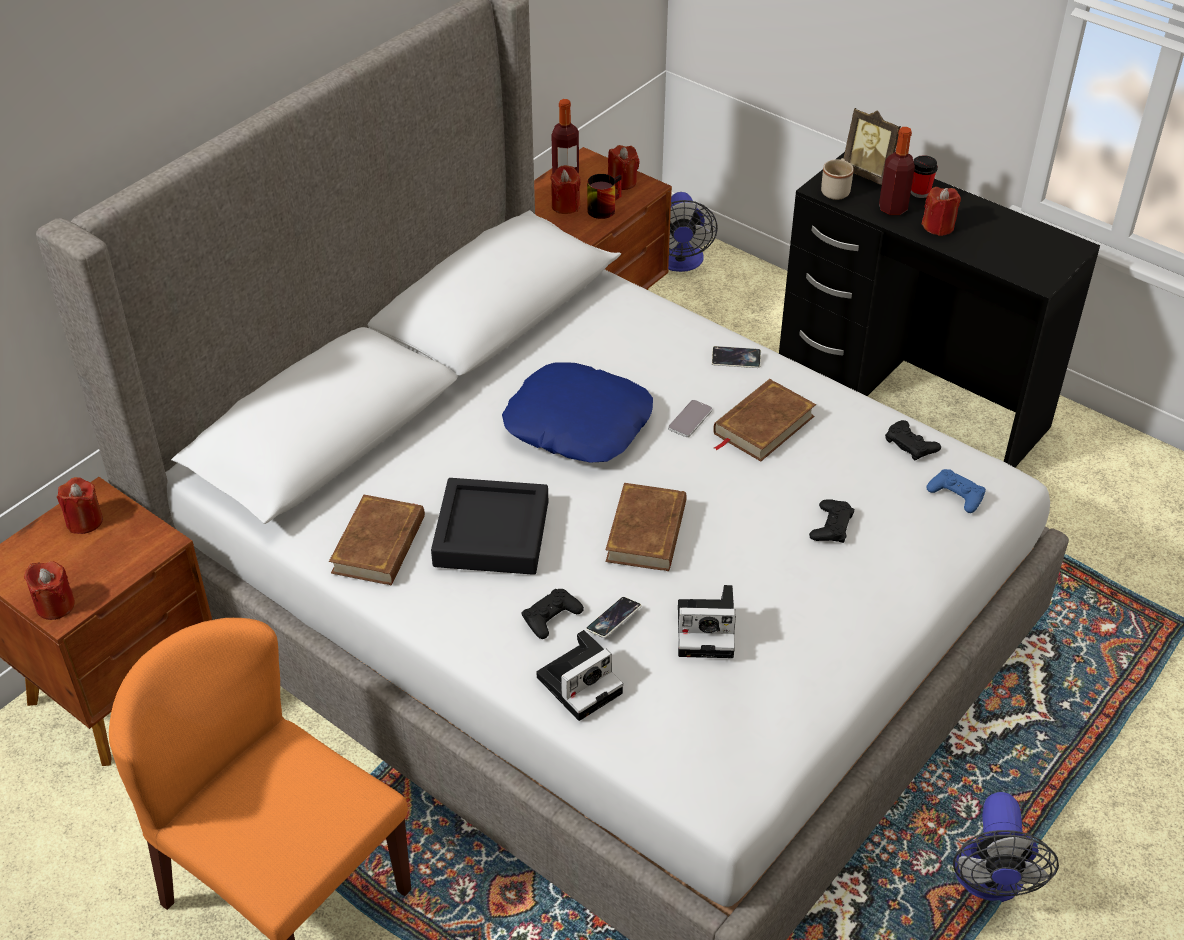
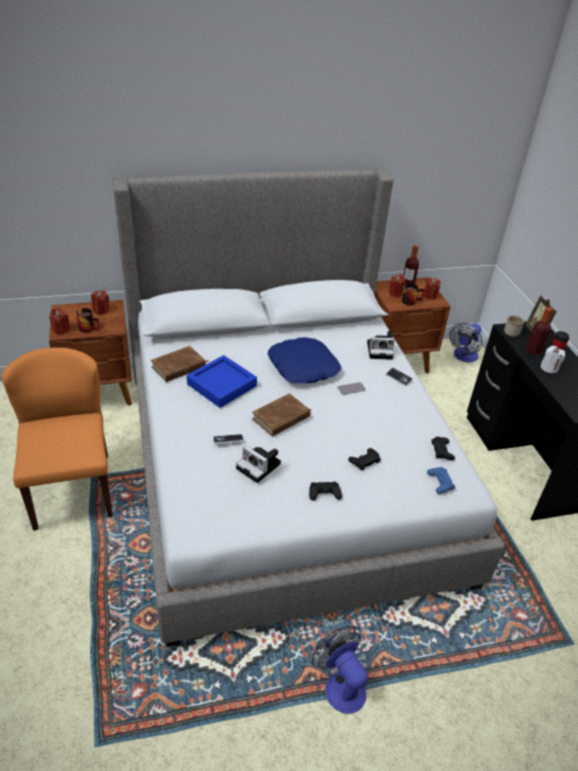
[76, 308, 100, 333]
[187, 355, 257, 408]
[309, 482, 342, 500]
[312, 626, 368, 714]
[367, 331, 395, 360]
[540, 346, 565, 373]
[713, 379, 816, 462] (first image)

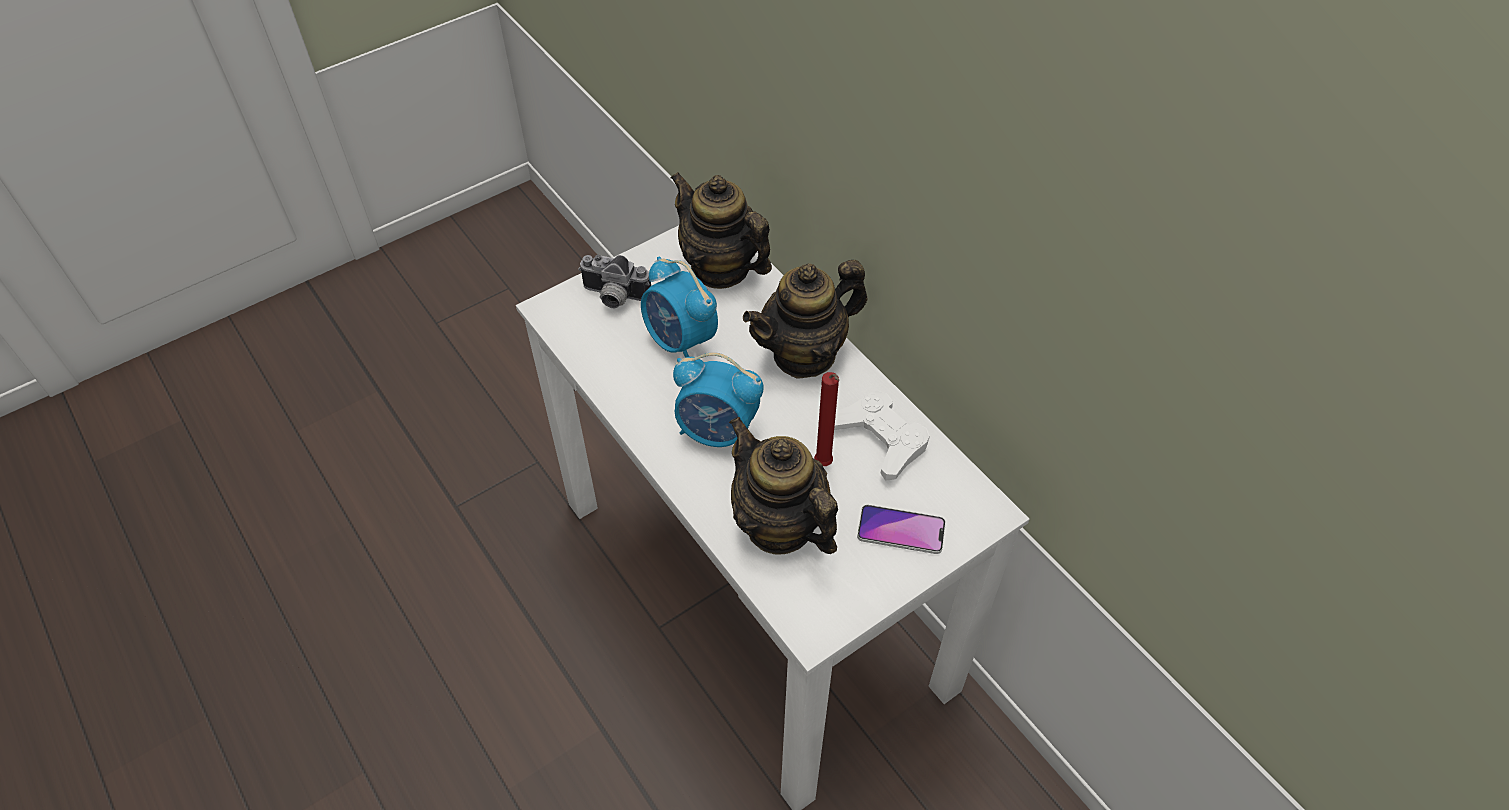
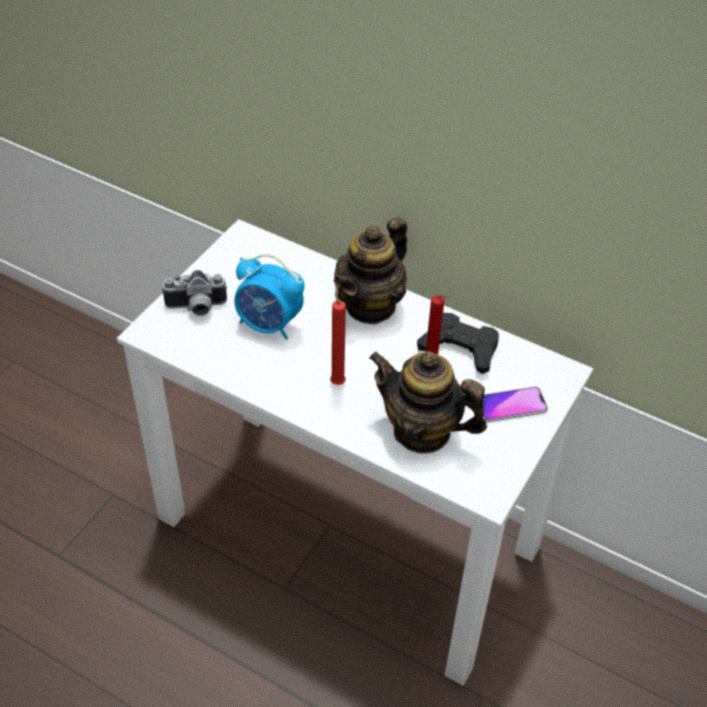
[330, 286, 346, 385]
[417, 313, 499, 374]
[670, 172, 772, 289] (first image)

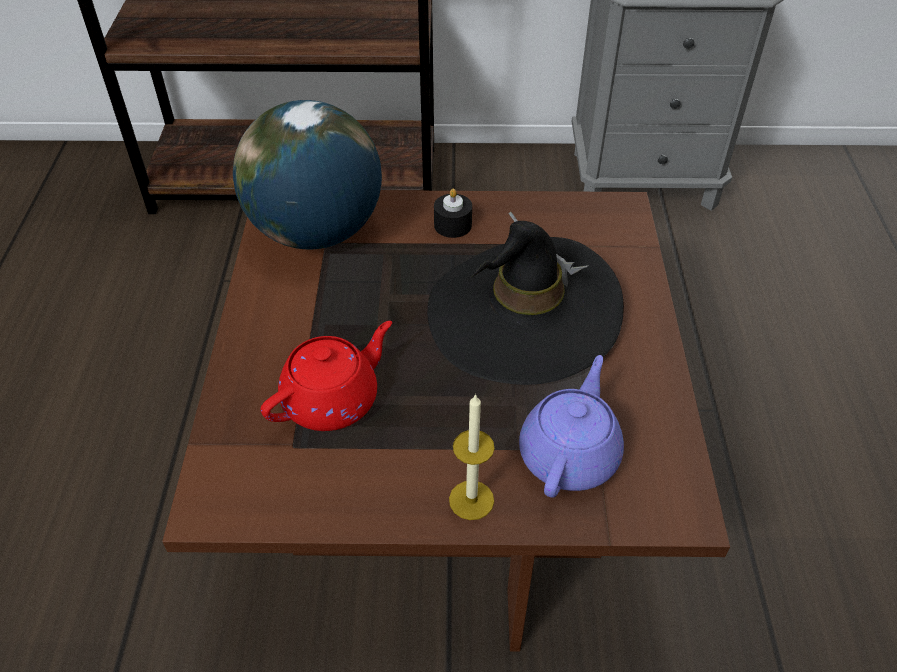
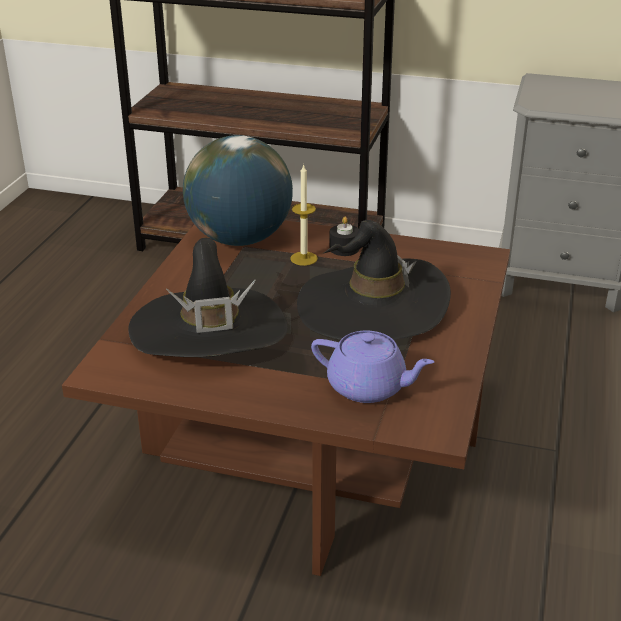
[128, 238, 288, 357]
[290, 164, 318, 266]
[311, 331, 434, 403]

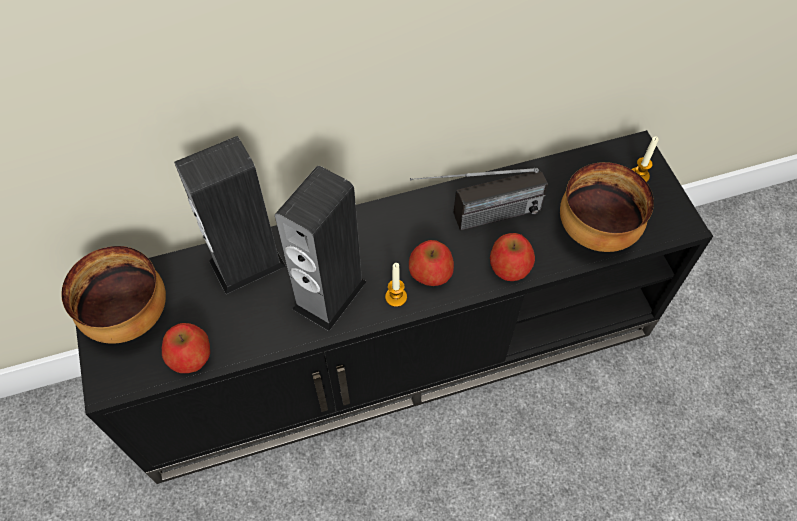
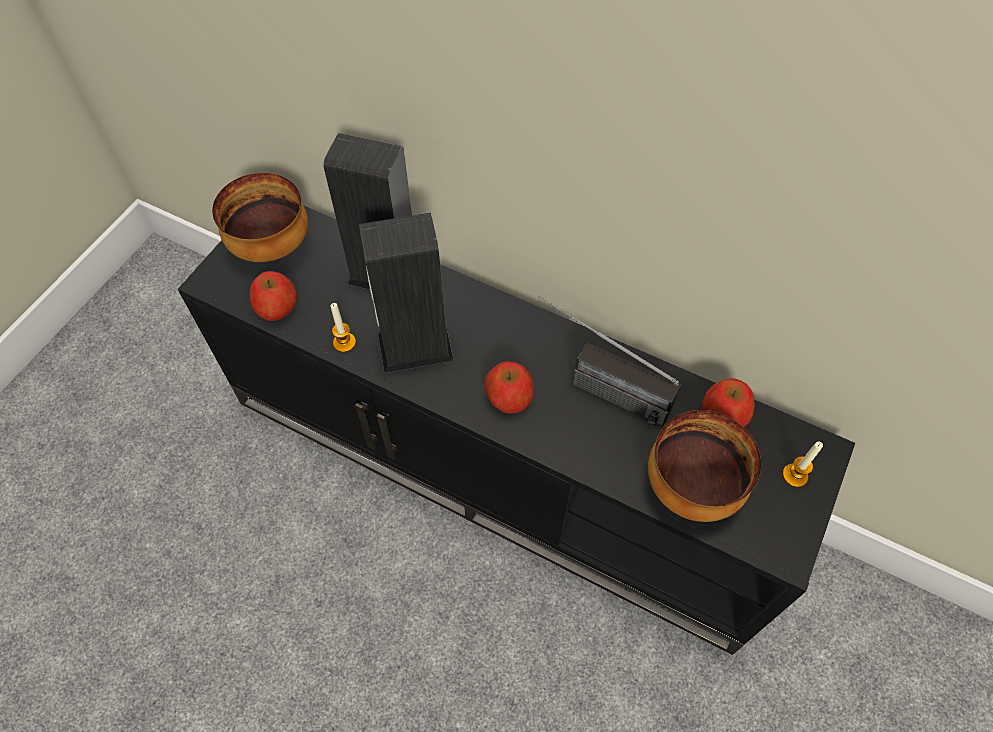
[331, 303, 356, 352]
[702, 378, 755, 427]

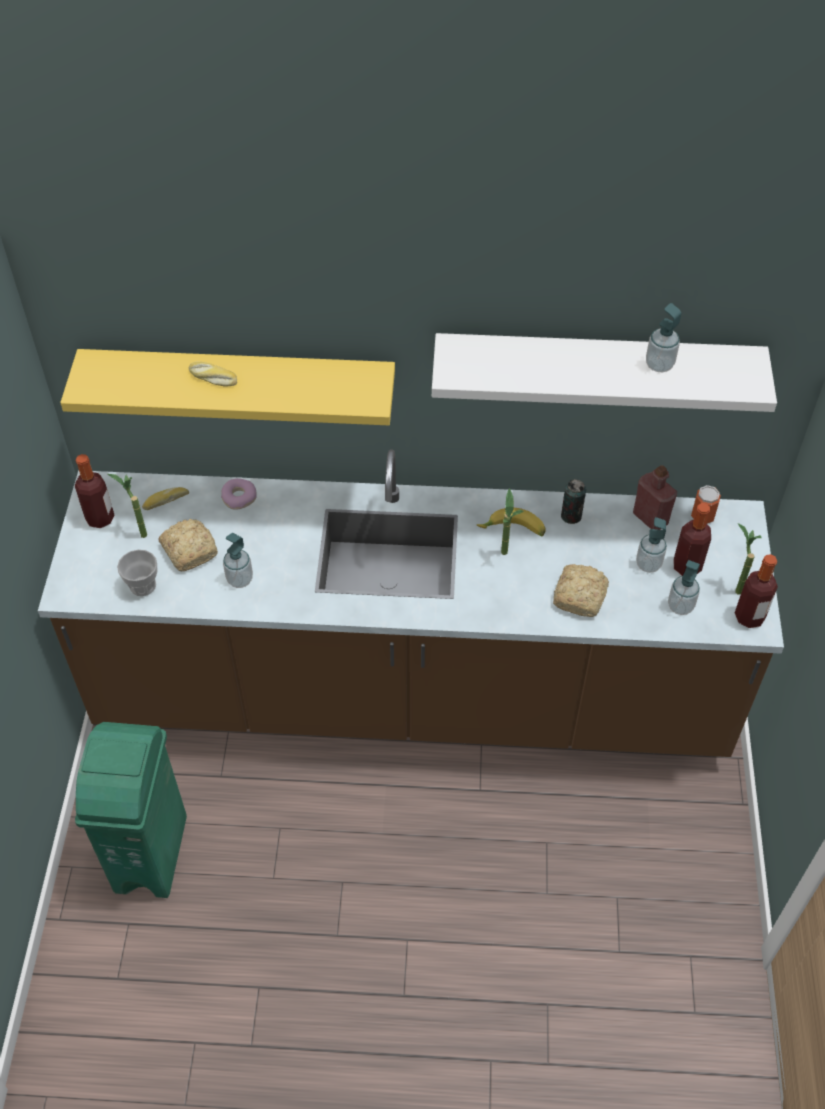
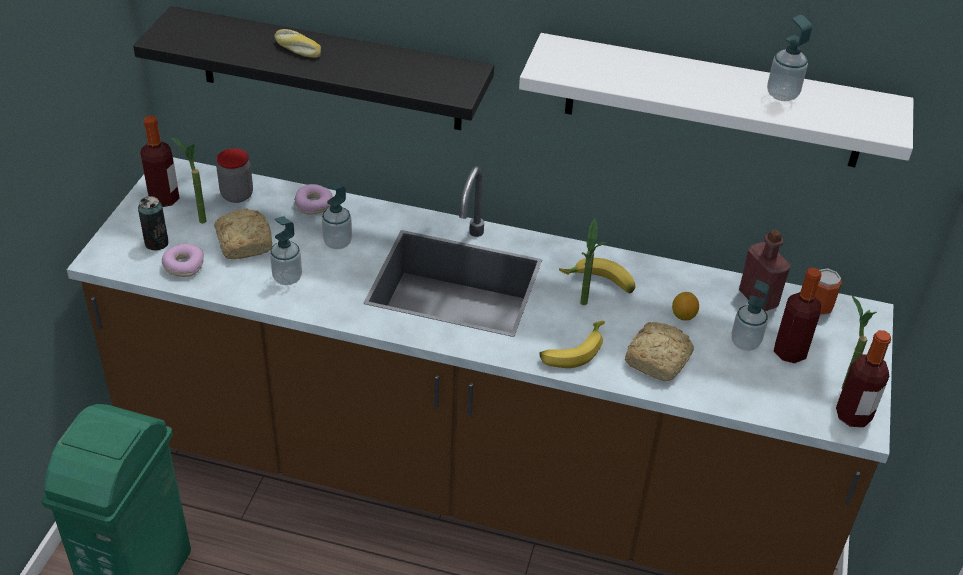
[133, 6, 494, 130]
[138, 196, 168, 251]
[162, 244, 204, 277]
[217, 148, 253, 203]
[322, 182, 352, 249]
[539, 321, 605, 368]
[672, 292, 699, 320]

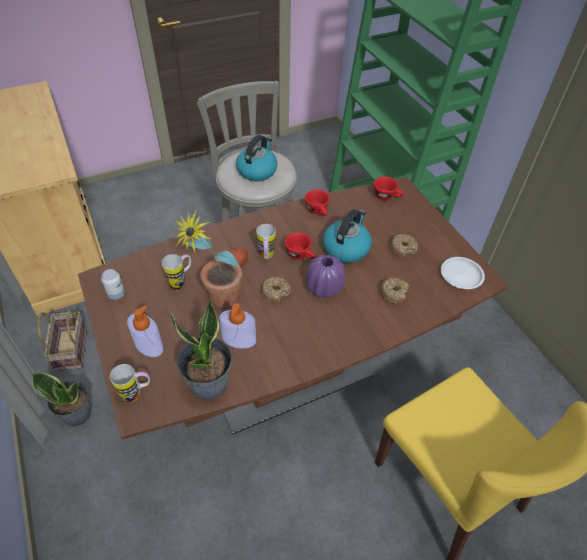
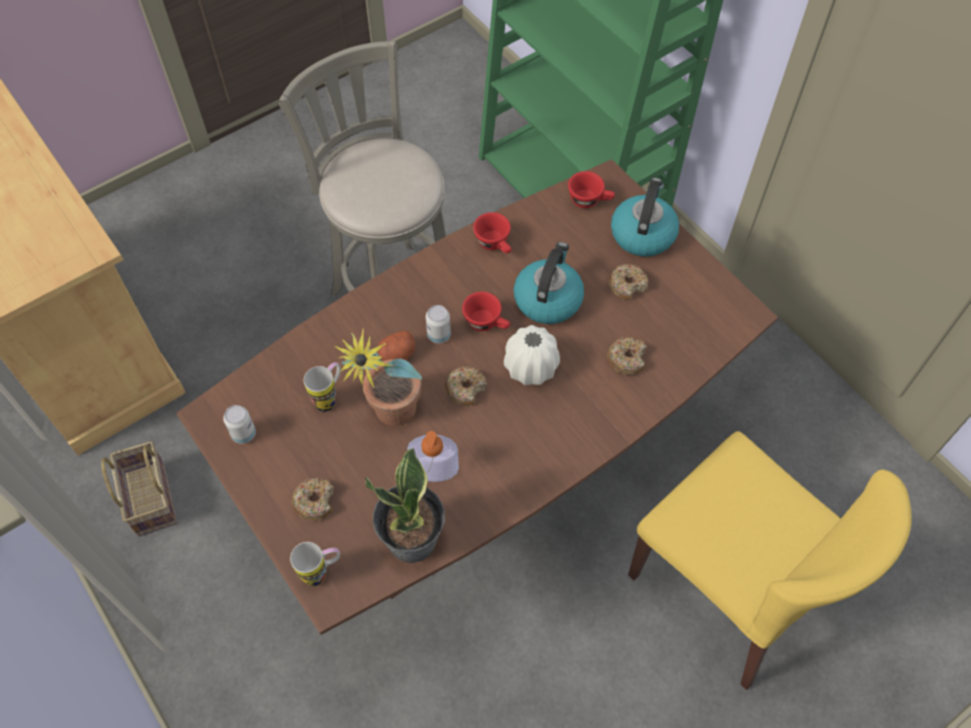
[292, 478, 334, 521]
[426, 305, 451, 344]
[504, 325, 560, 385]
[611, 178, 679, 257]
[32, 373, 91, 427] (first image)
[441, 257, 485, 289] (first image)

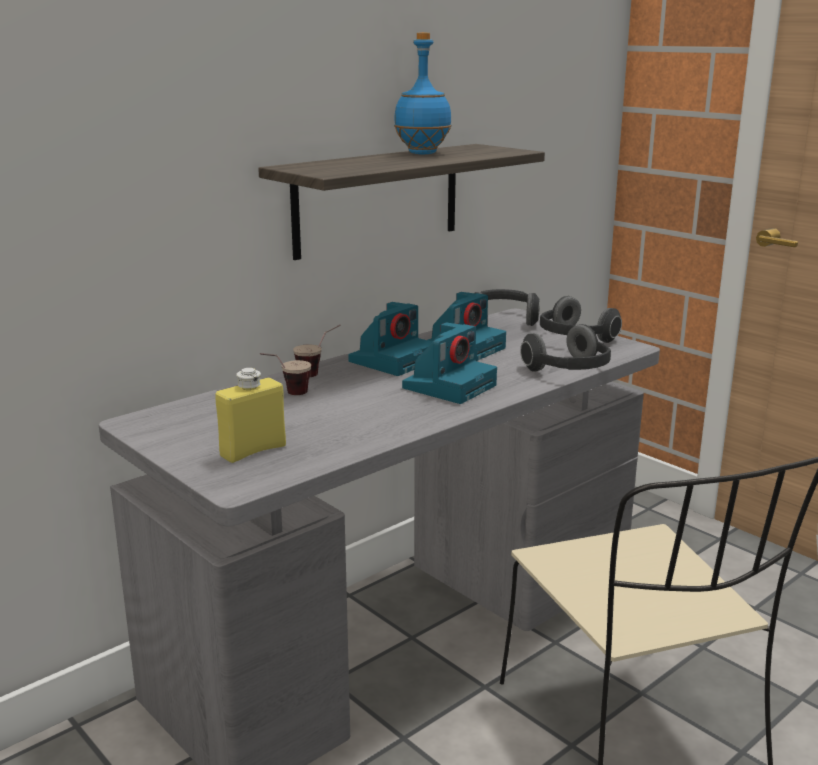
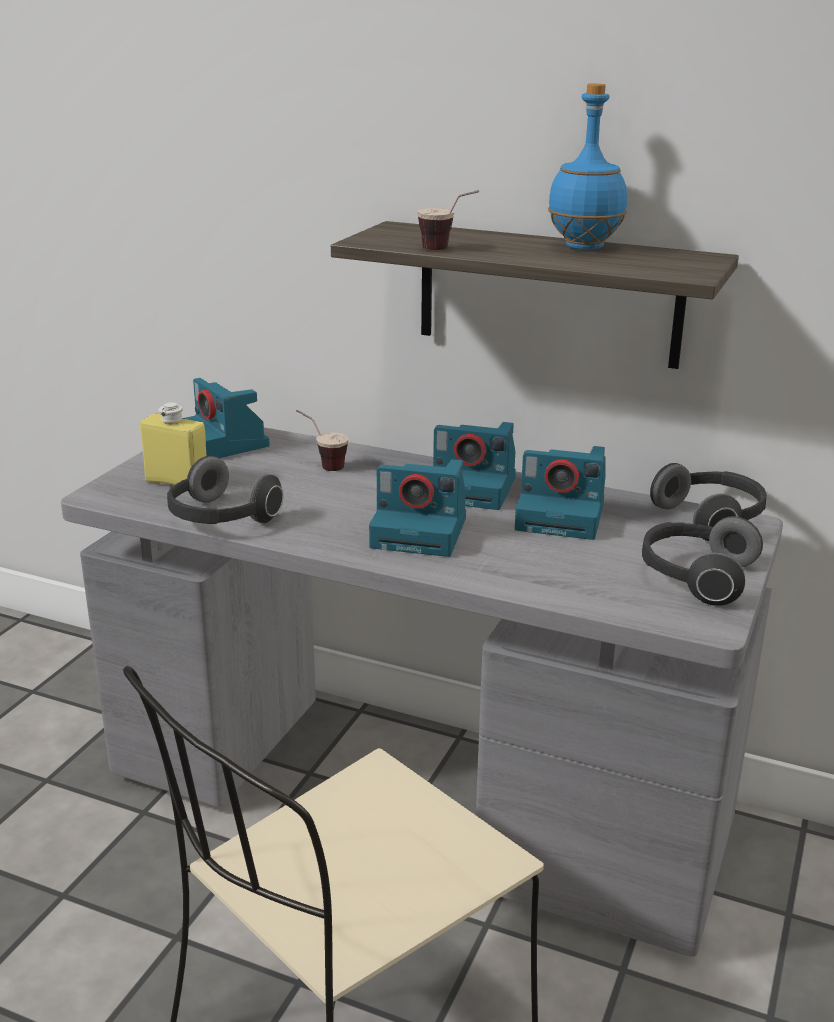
[167, 456, 284, 524]
[183, 378, 270, 458]
[417, 190, 479, 250]

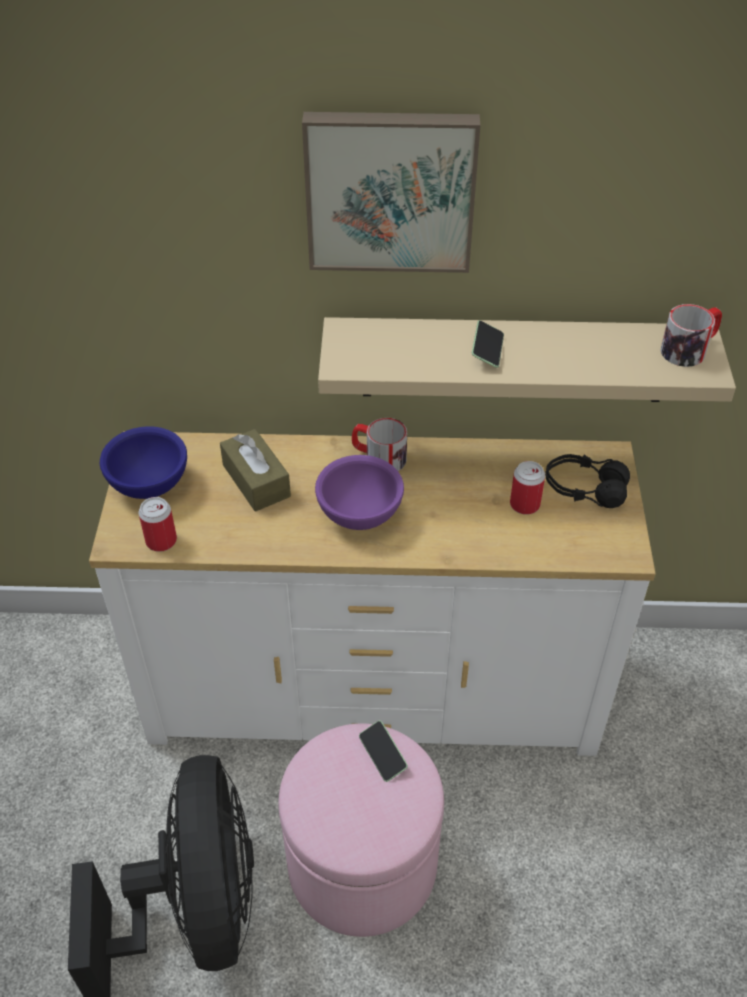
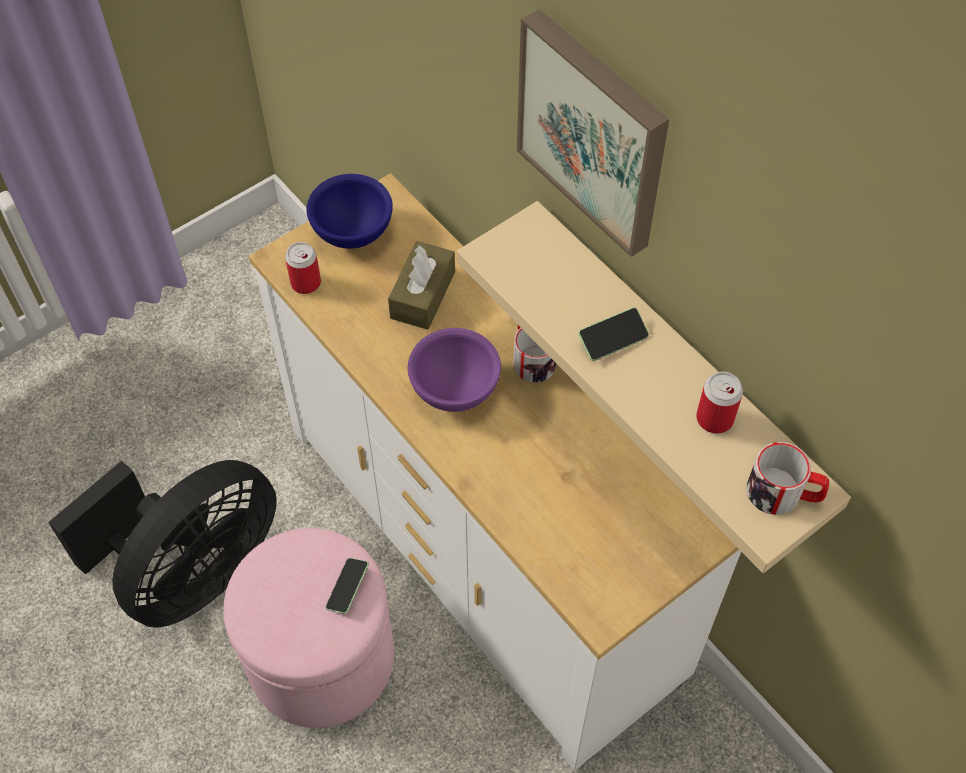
[696, 372, 743, 434]
[545, 454, 630, 508] (first image)

